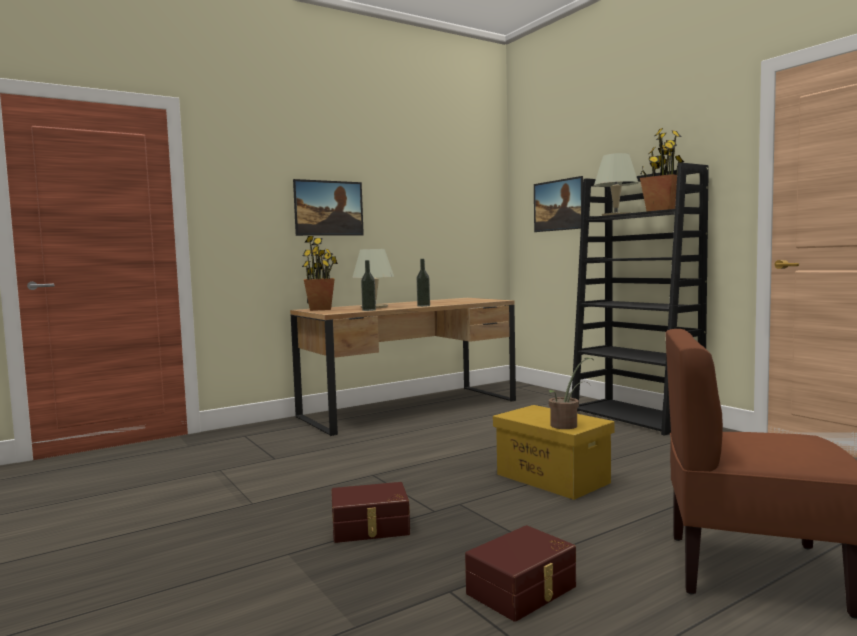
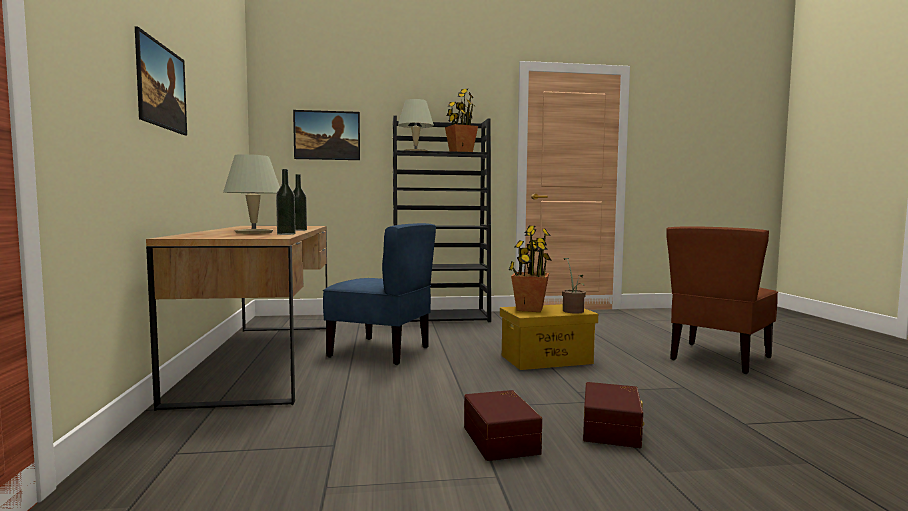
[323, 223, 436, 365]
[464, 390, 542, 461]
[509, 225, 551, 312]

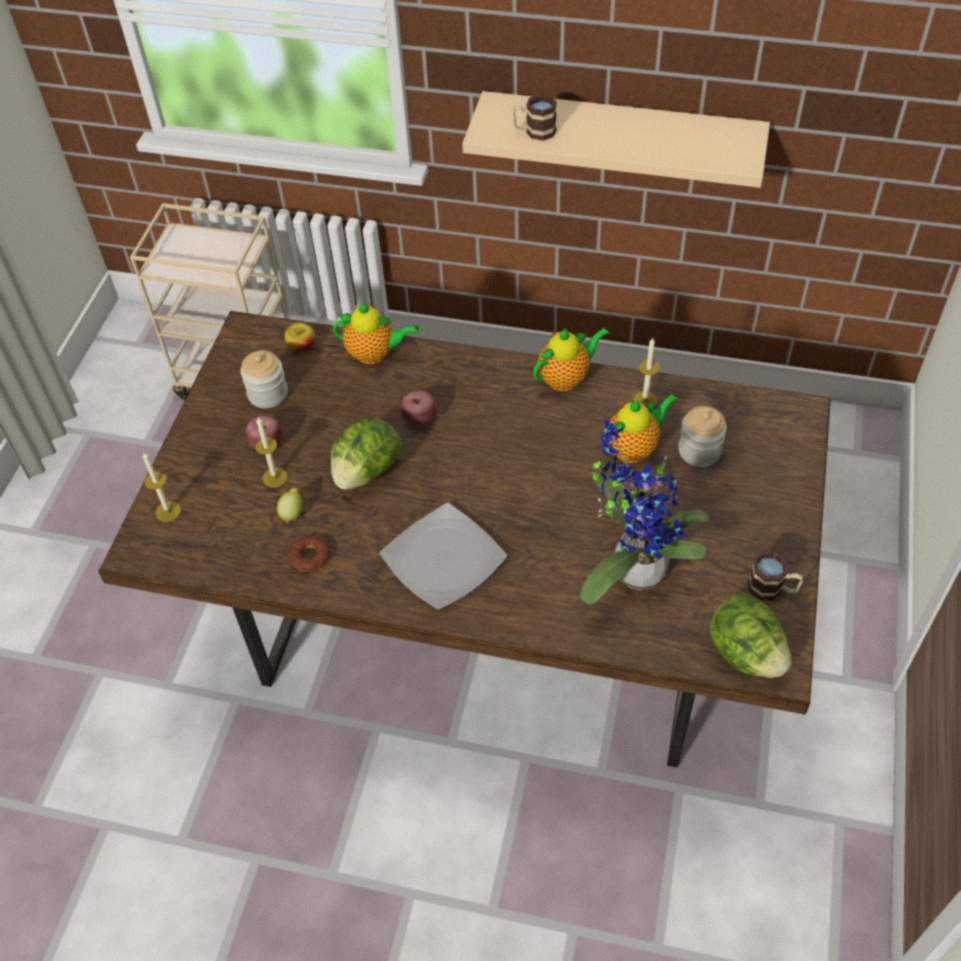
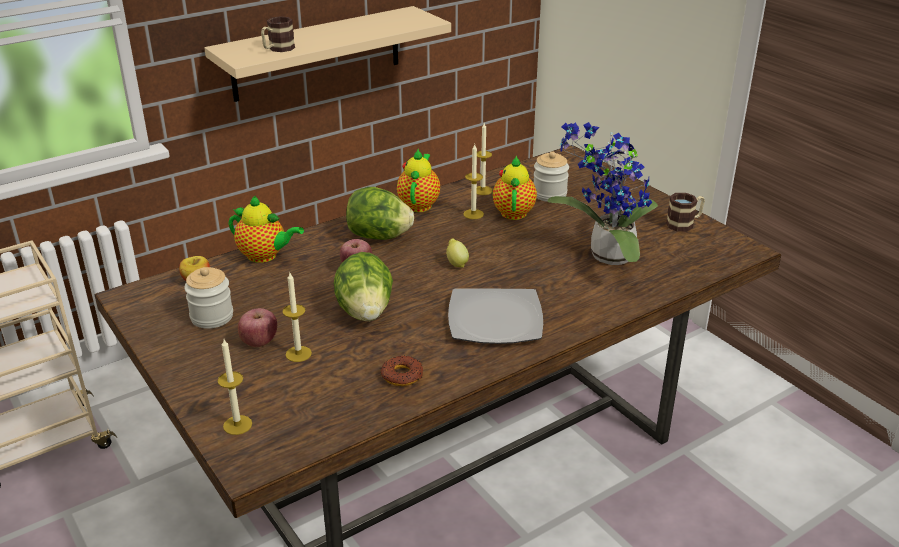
[228, 196, 304, 263]
[346, 187, 414, 240]
[446, 238, 469, 268]
[463, 144, 484, 219]

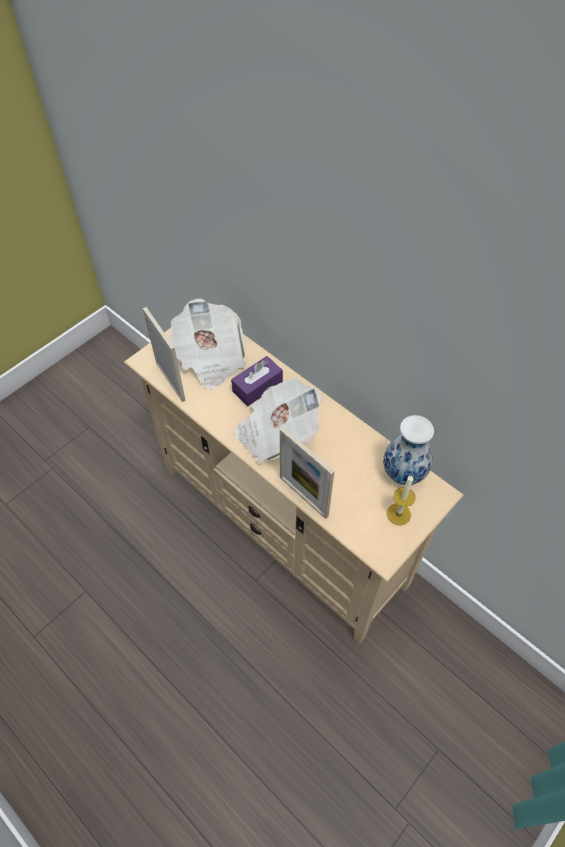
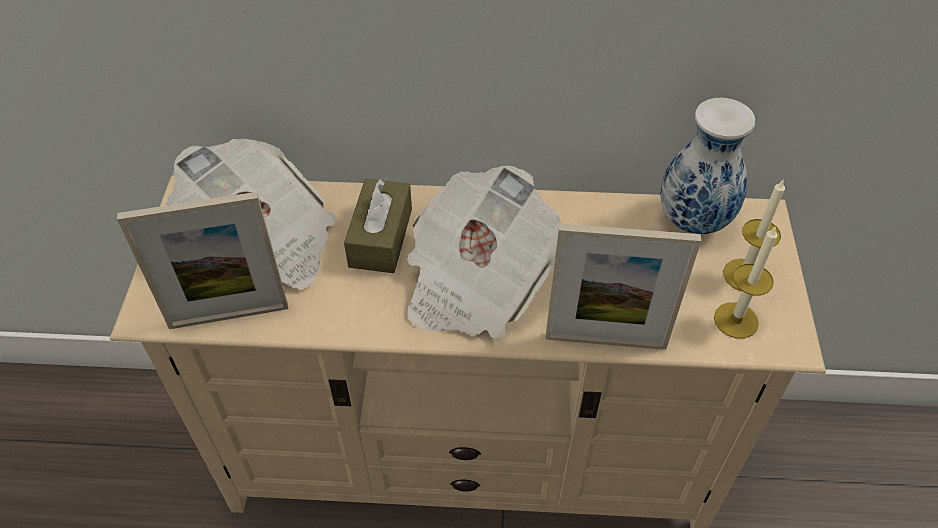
[117, 192, 288, 329]
[344, 178, 412, 273]
[714, 226, 777, 339]

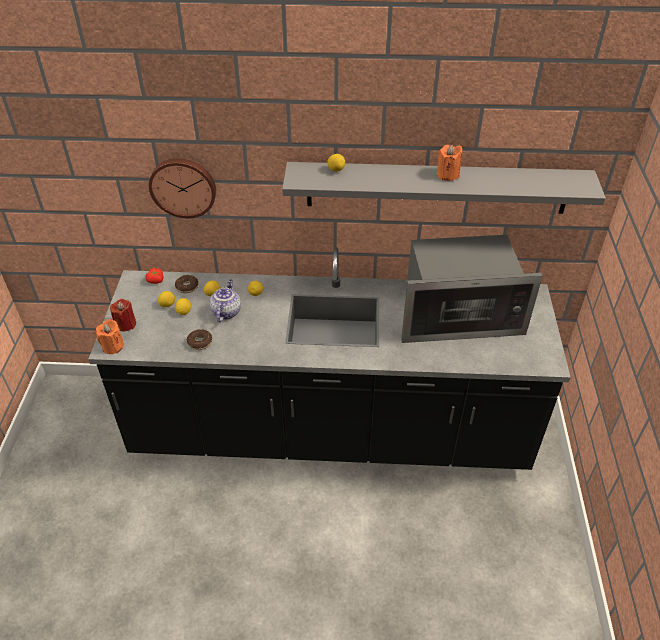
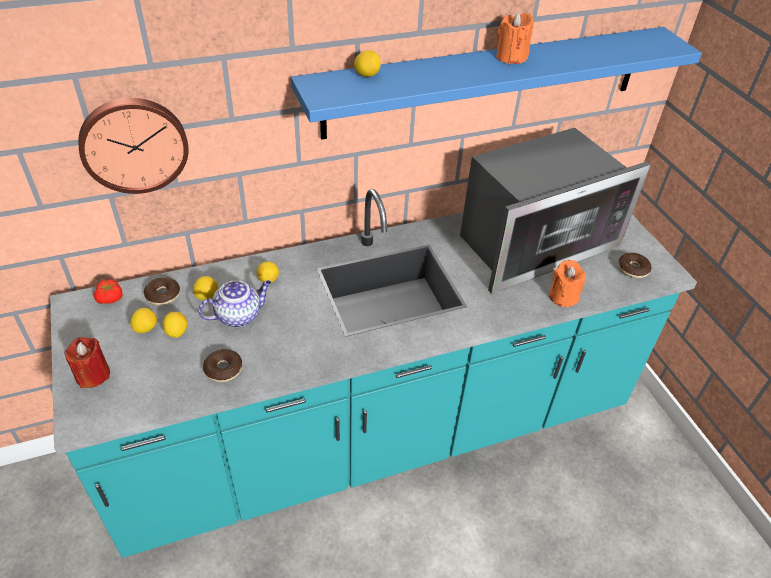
[50, 189, 697, 558]
[198, 280, 271, 327]
[291, 27, 702, 140]
[549, 260, 586, 307]
[618, 253, 652, 279]

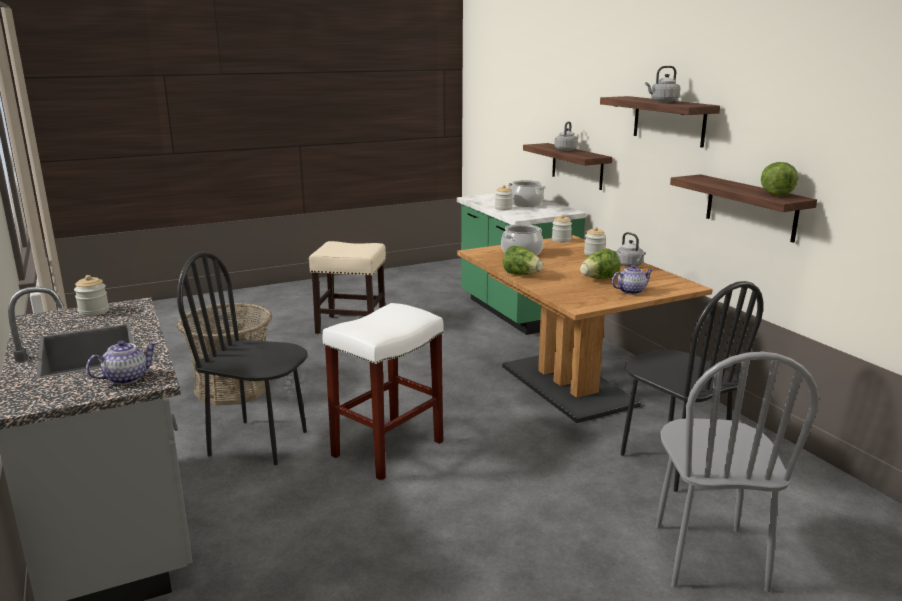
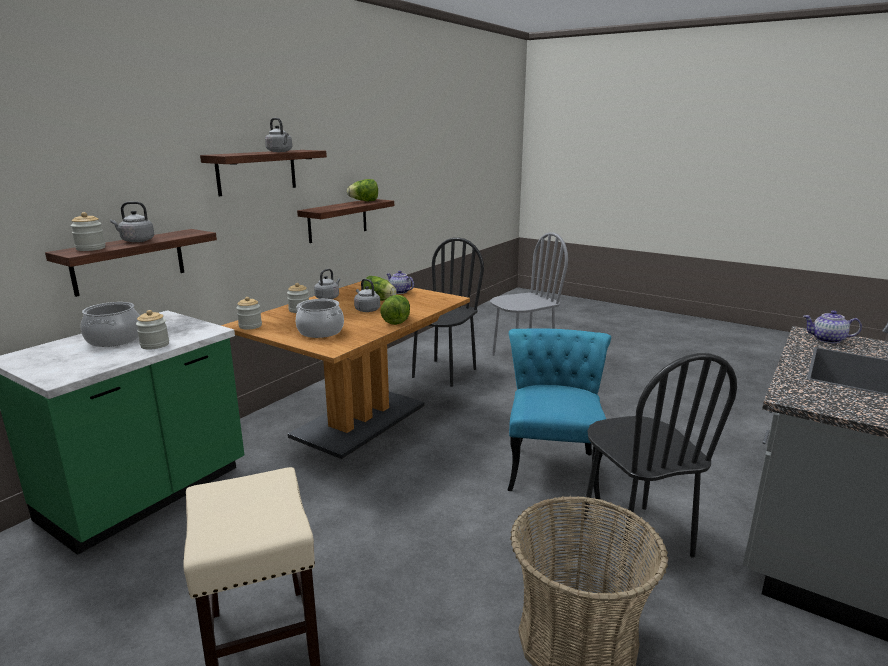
[71, 212, 106, 251]
[354, 279, 380, 312]
[507, 328, 611, 499]

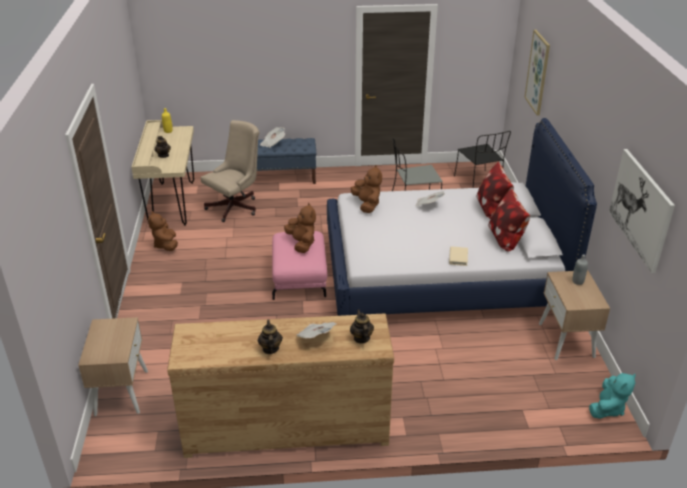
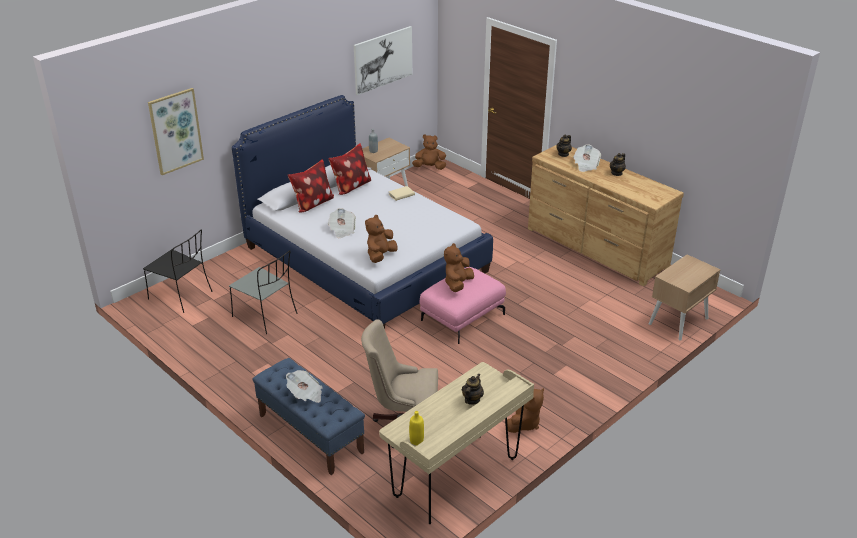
[143, 230, 213, 313]
[412, 134, 446, 170]

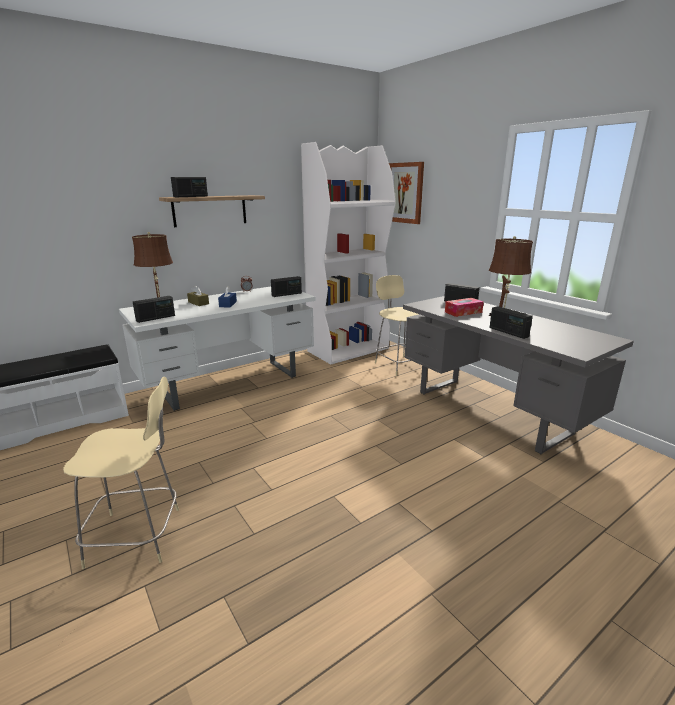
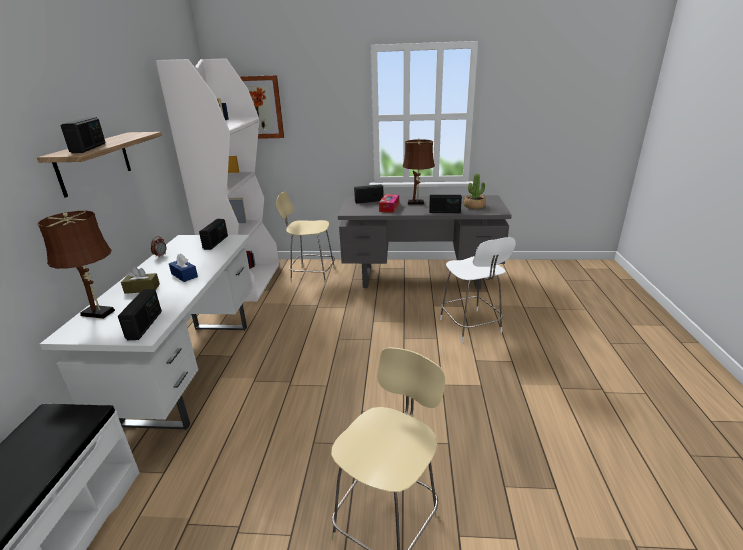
[440, 237, 516, 343]
[464, 174, 486, 209]

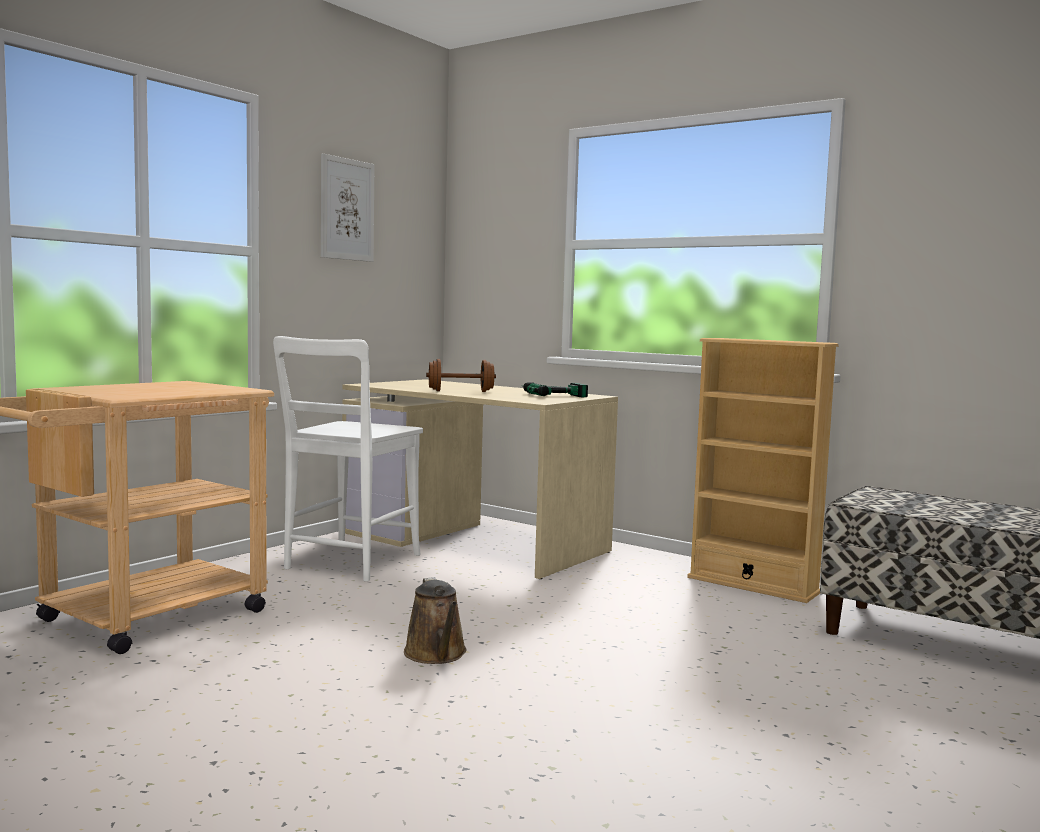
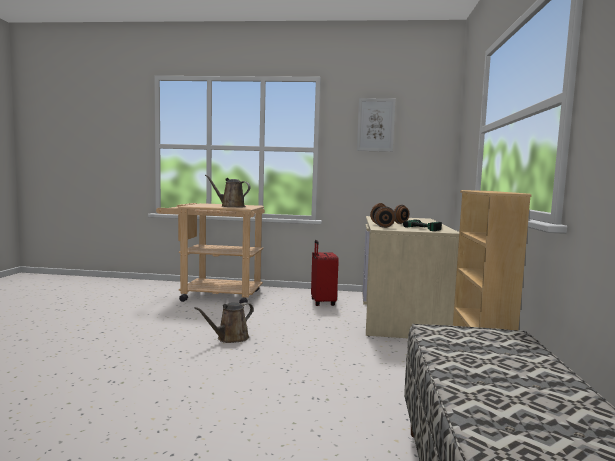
[205, 175, 251, 207]
[311, 240, 339, 306]
[370, 205, 396, 228]

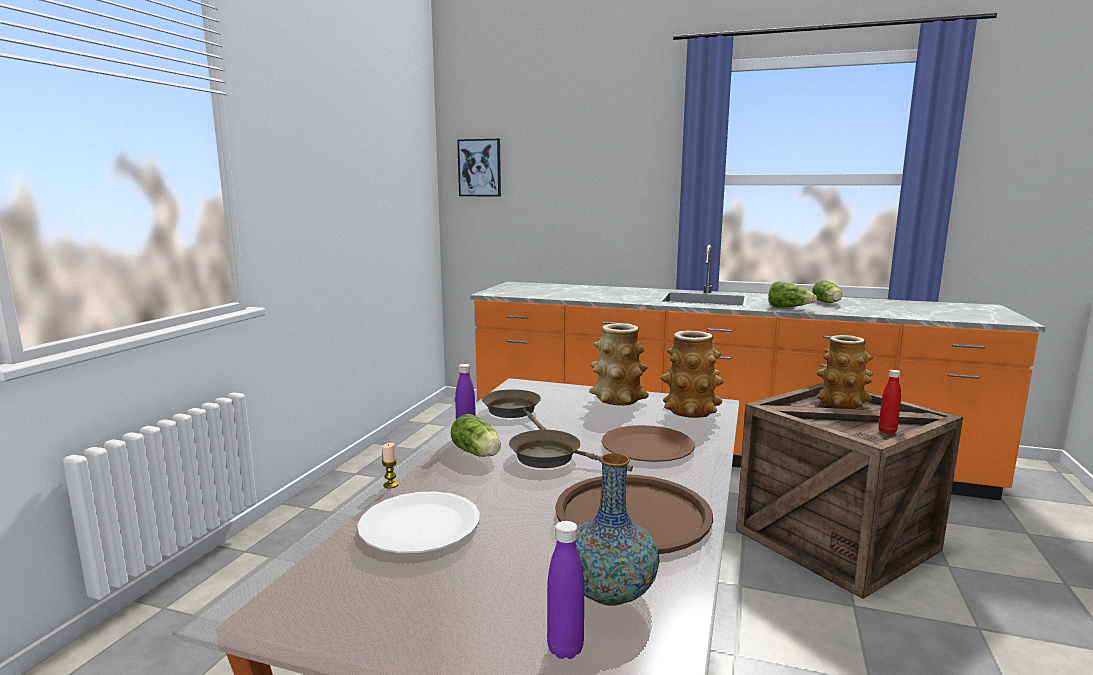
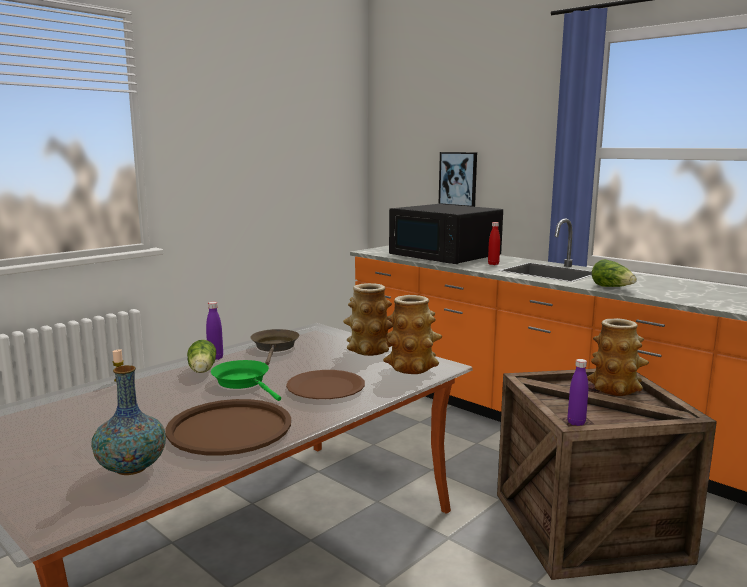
[211, 360, 281, 401]
[389, 204, 503, 264]
[439, 152, 477, 207]
[488, 222, 500, 265]
[568, 359, 588, 426]
[357, 492, 480, 553] (first image)
[812, 280, 842, 303] (first image)

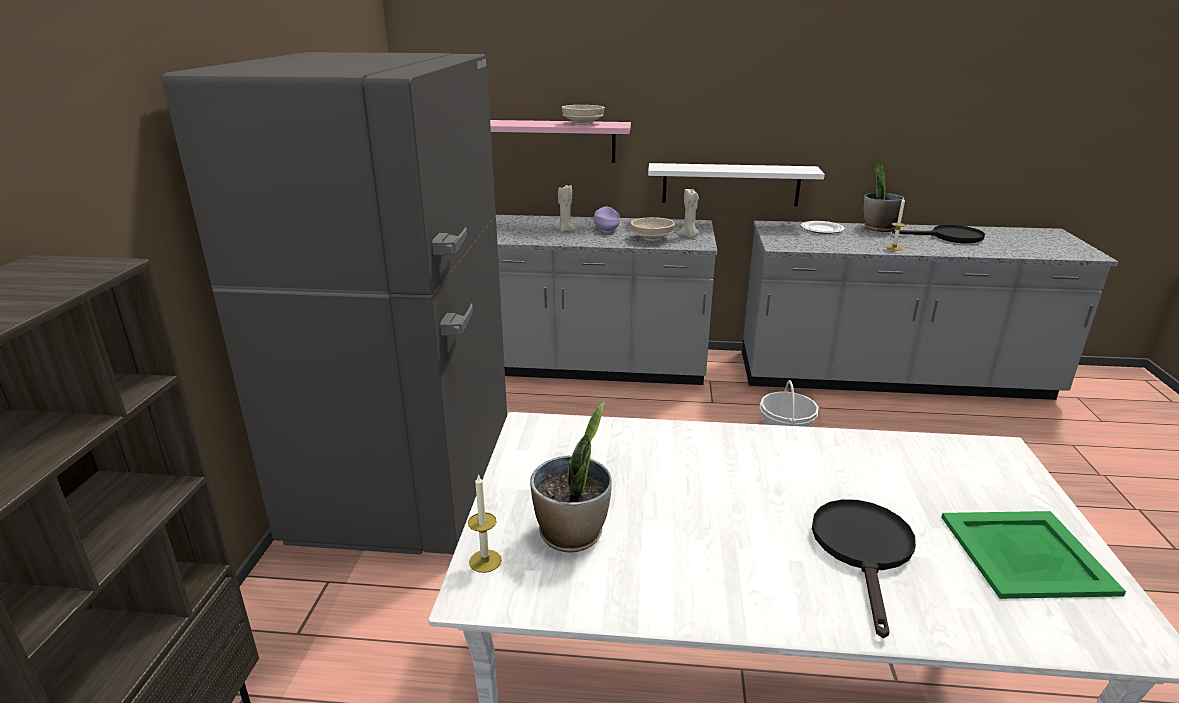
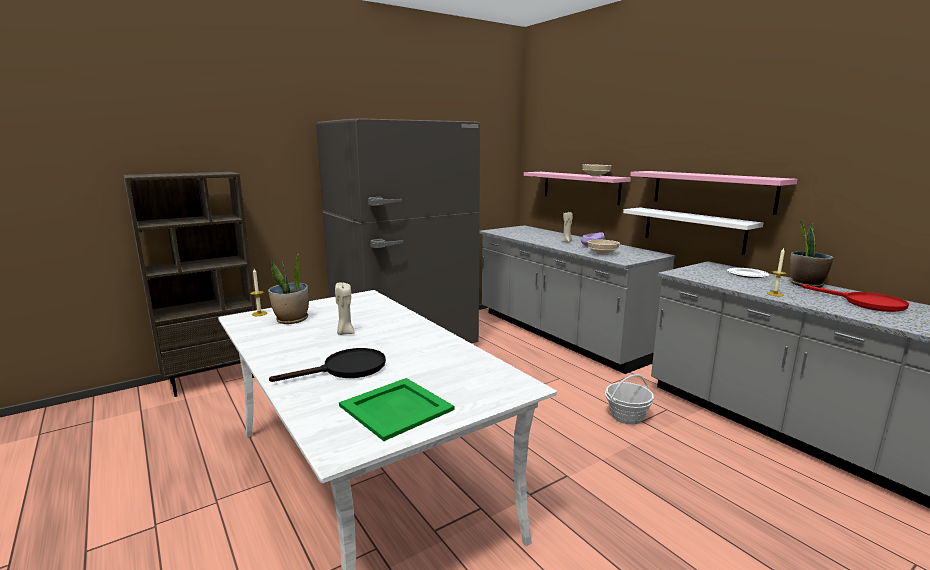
[335, 282, 355, 335]
[630, 171, 797, 215]
[802, 284, 909, 312]

